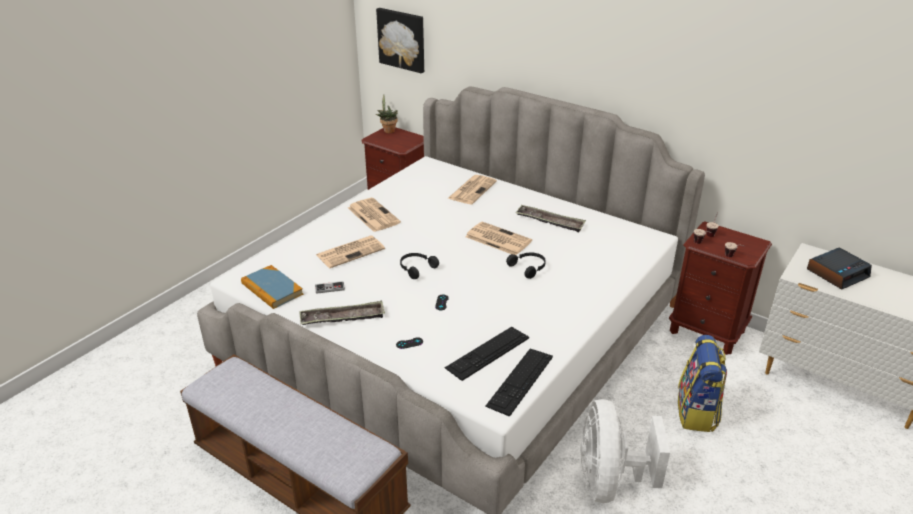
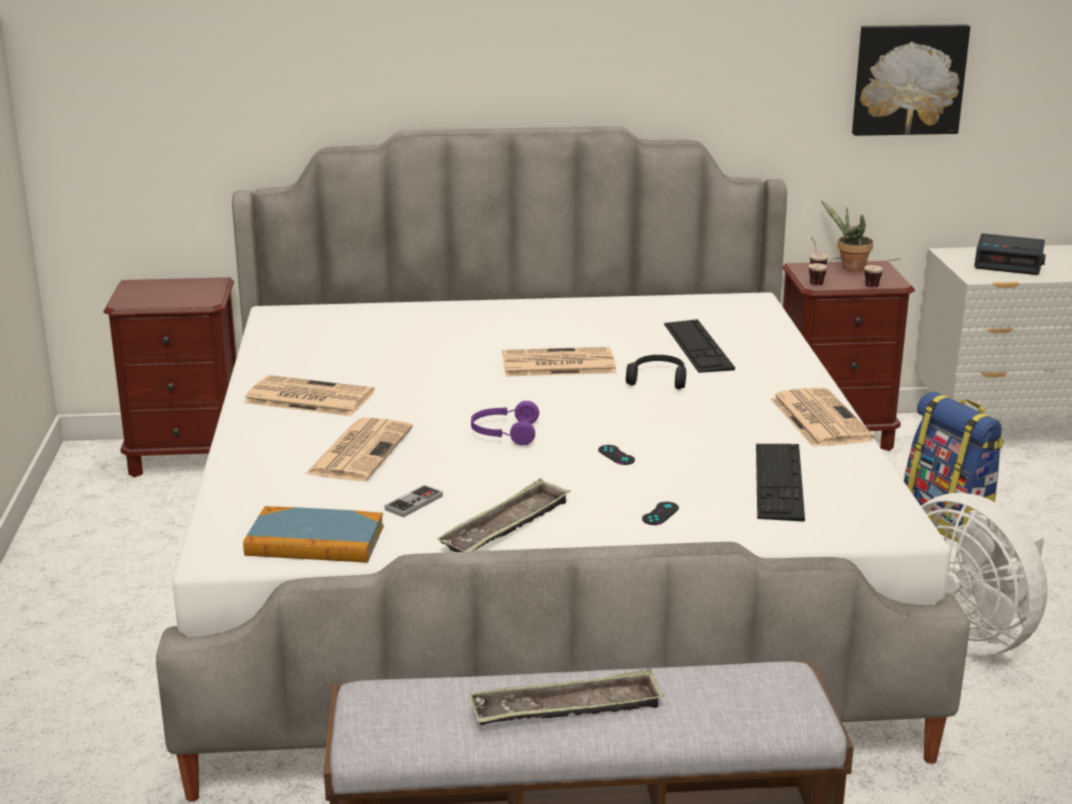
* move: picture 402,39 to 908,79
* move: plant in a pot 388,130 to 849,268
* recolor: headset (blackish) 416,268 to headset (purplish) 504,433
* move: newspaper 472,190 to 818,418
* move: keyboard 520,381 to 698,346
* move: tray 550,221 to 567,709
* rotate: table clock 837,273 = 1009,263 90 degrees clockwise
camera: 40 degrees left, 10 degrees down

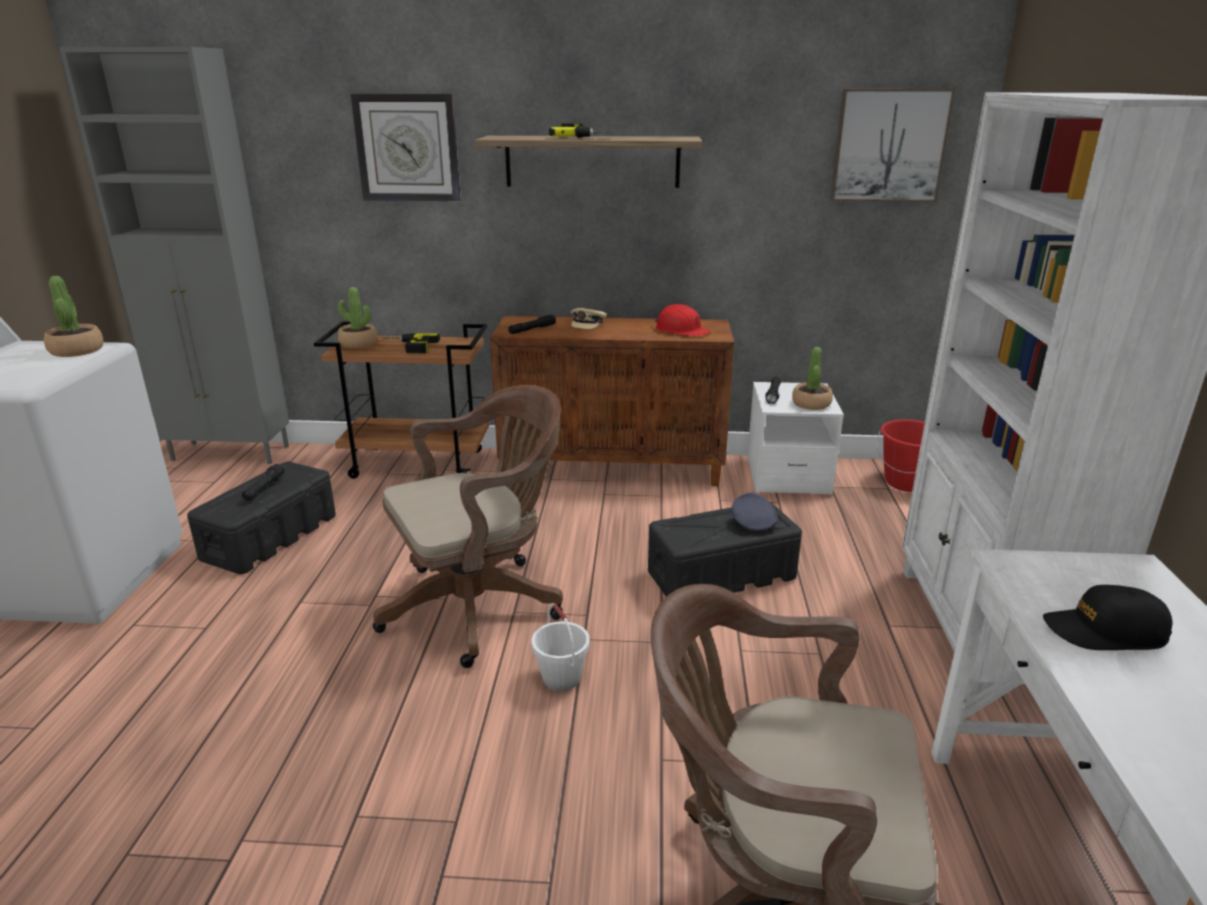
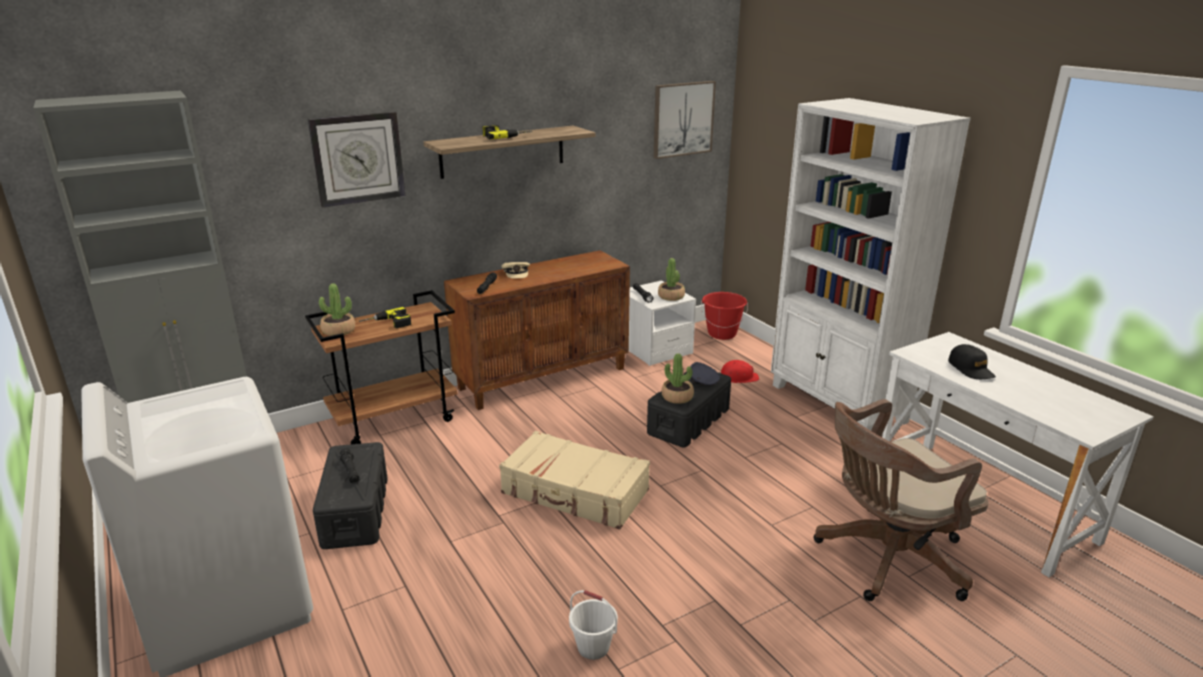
* move: plant in a pot 77,350 to 677,397
* replace: office chair (brown) 480,605 to piece of luggage (sand-coloured) 575,492
* move: pail (white) 561,678 to 593,647
* move: work helmet (red) 681,330 to 738,377
* rotate: cap (blackish) 1104,631 = 971,369 75 degrees counterclockwise
camera: 35 degrees left, 0 degrees up

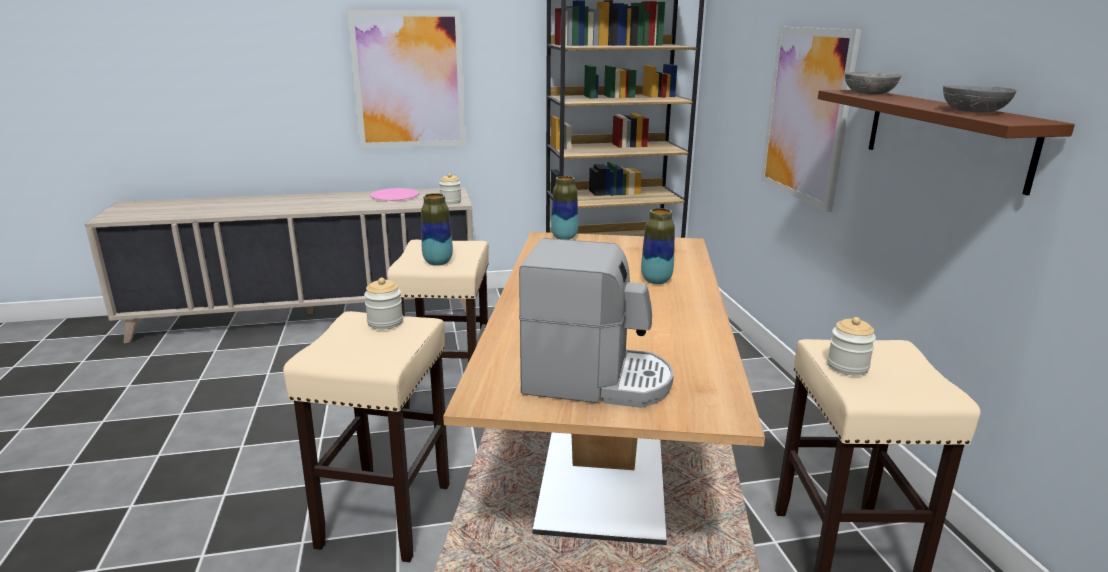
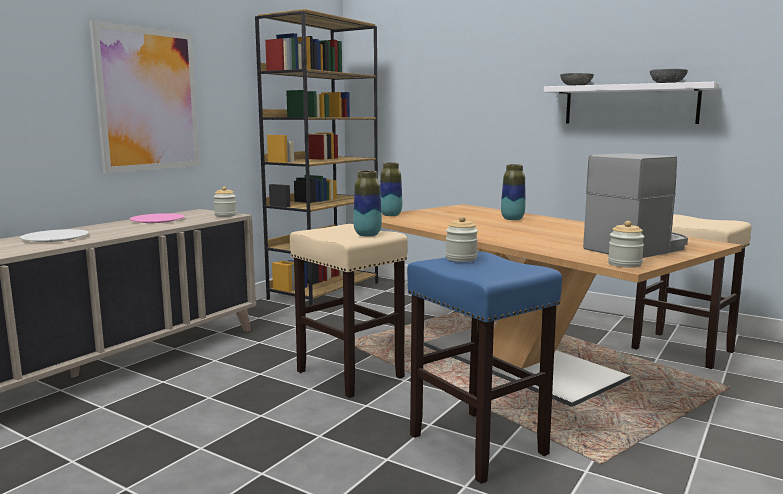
* recolor: sitting stool (sand-coloured) 386,513 to sitting stool (blue-coloured) 476,443
* delete: picture 806,115
* recolor: bracket shelf (brown) 945,136 to bracket shelf (white) 630,104
* move: jar 847,366 to 624,264
* insert: flat dish (white) 55,238
camera: 45 degrees left, 10 degrees down

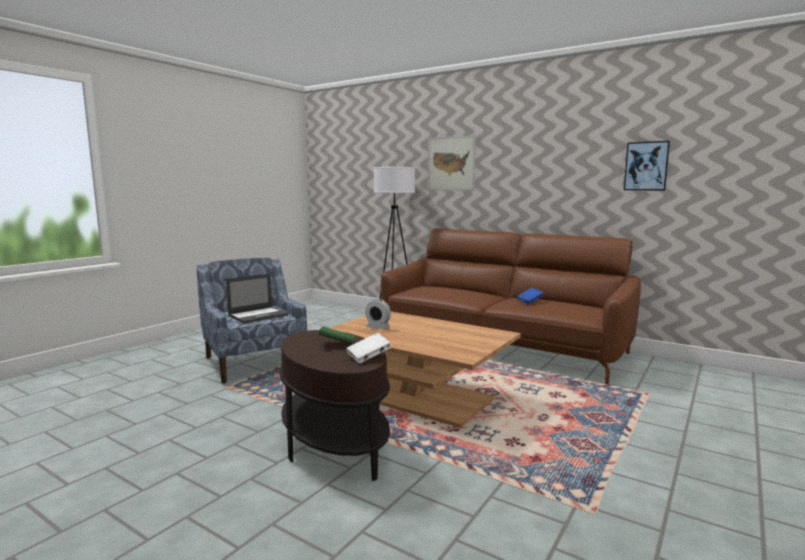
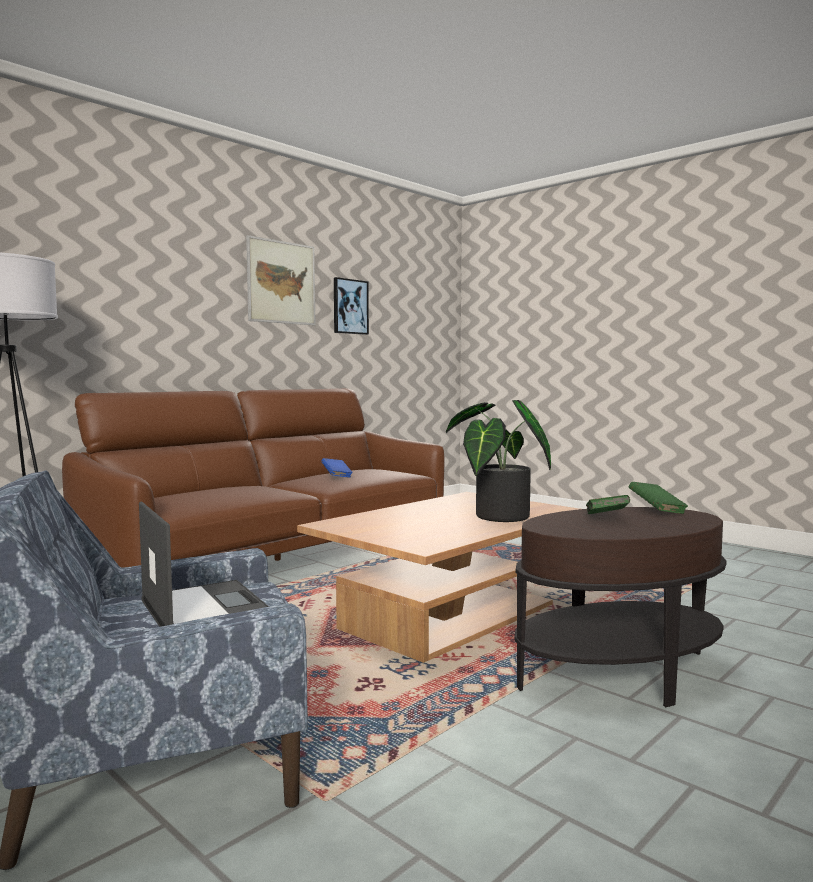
* recolor: volume (white) 368,357 to volume (greenish) 657,510
* delete: table clock 378,327
* move: picture 451,163 to 281,282
* insert: plant in a pot 496,517
camera: 80 degrees left, 5 degrees down

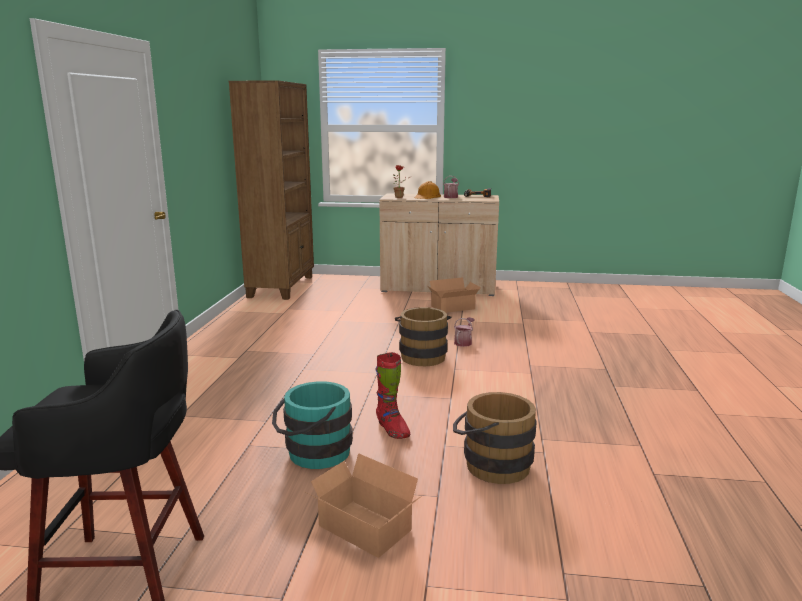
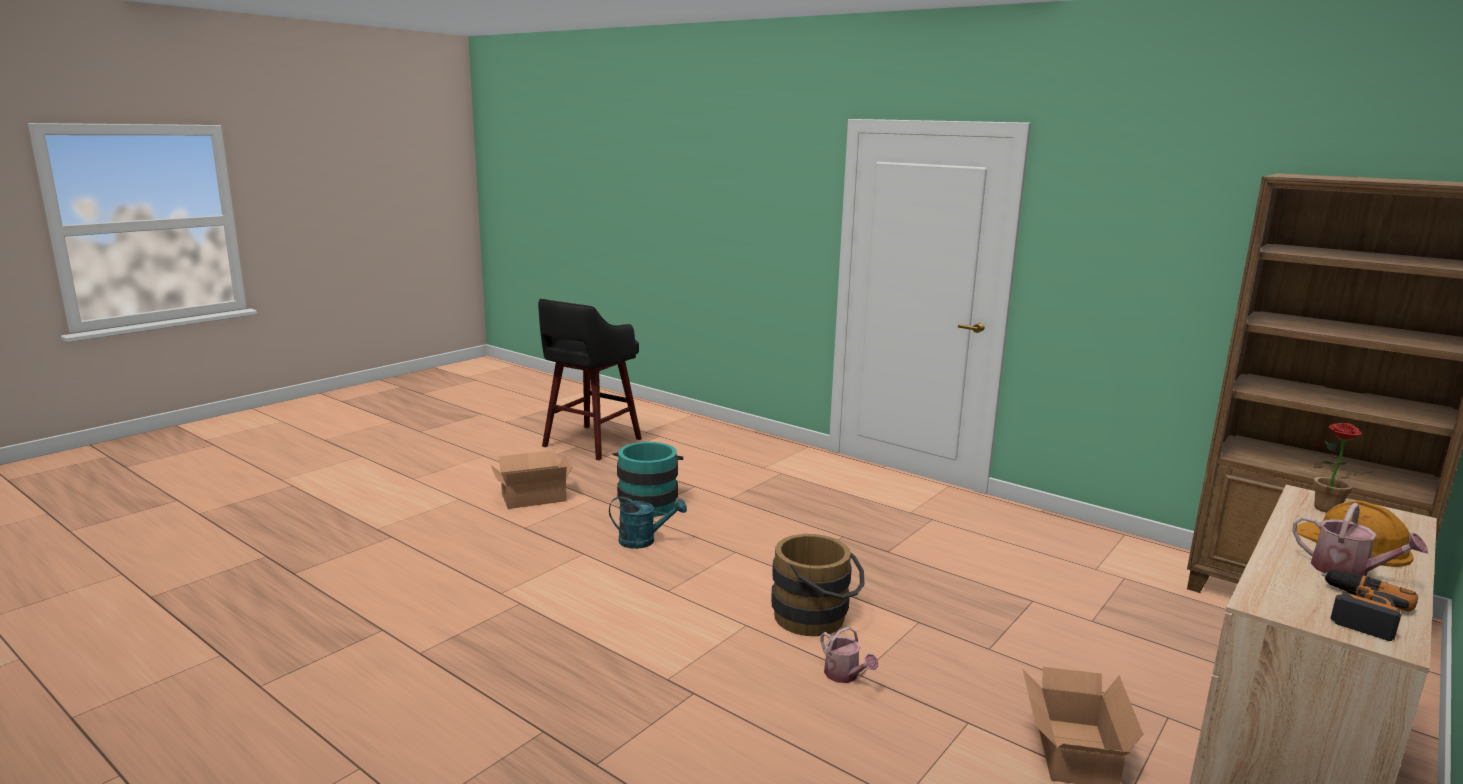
* replace: tall boot (red) 392,429 to watering can (turquoise) 644,541
* delete: pail (brown) 491,464
camera: 120 degrees right, 0 degrees up

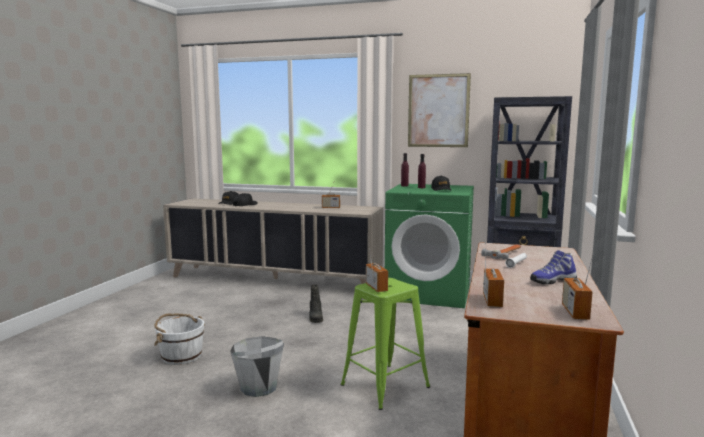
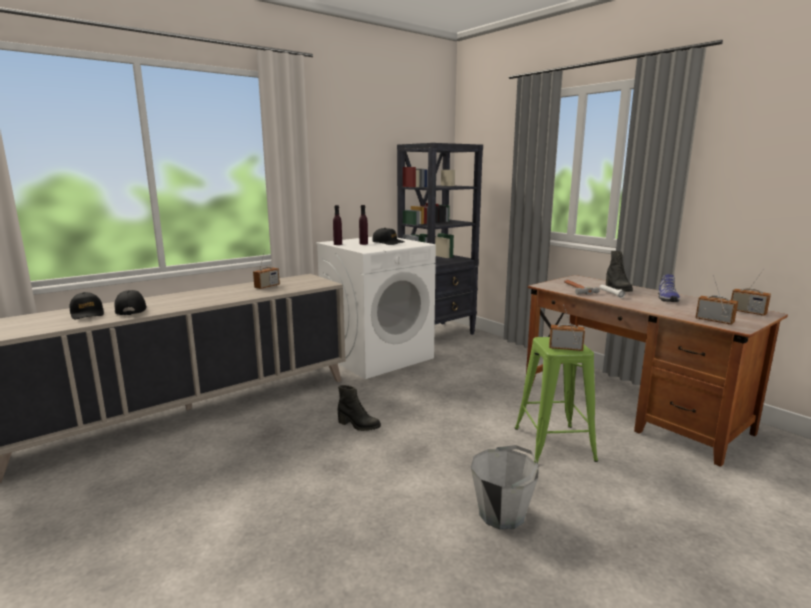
* delete: pail (white) 181,356
* recolor: washing machine (greenish) 429,292 to washing machine (white) 377,356
* delete: picture 438,111
* insert: tall boot (blackish) 617,289
camera: 55 degrees left, 5 degrees up

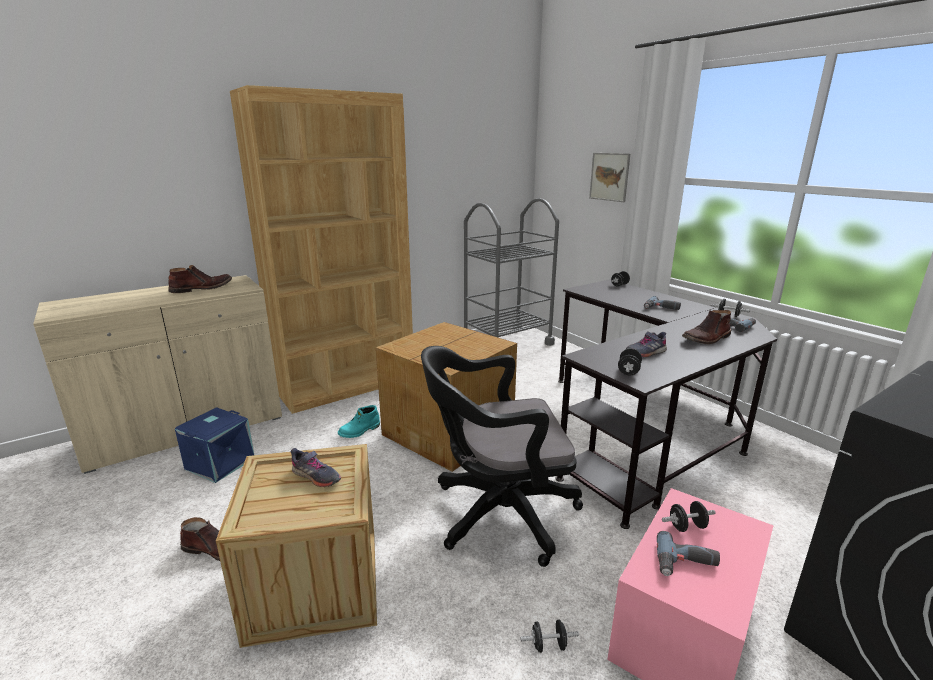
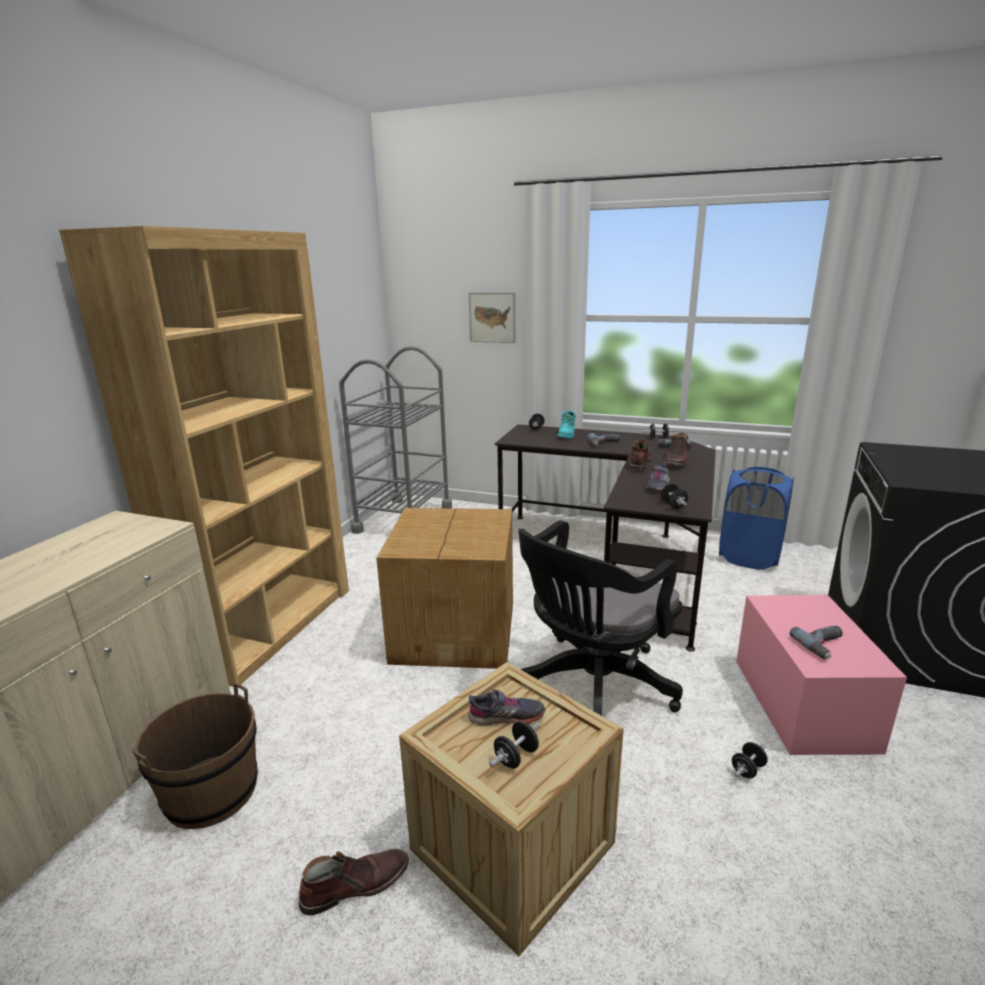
* move: tall boot (brown) 201,288 to 639,462
* replace: storage bin (blue-coloured) 219,463 to pail (brown) 211,792
* move: tall boot (turquoise) 360,431 to 567,435
* move: dumbbell (blackish) 687,526 to 516,757
* insert: laundry basket (blue-coloured) 749,557
camera: 35 degrees left, 0 degrees up

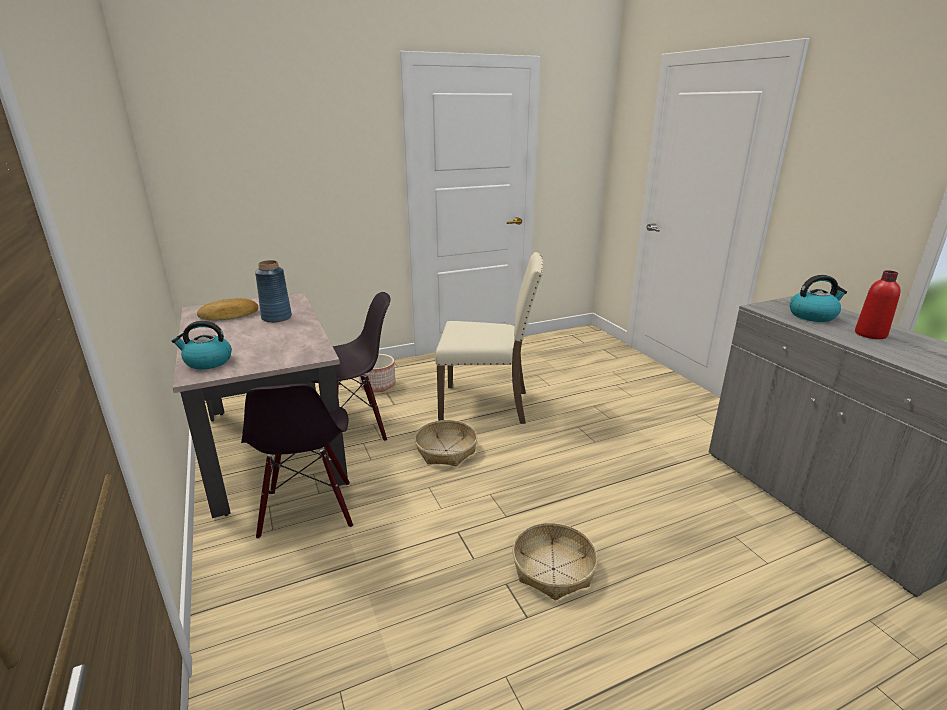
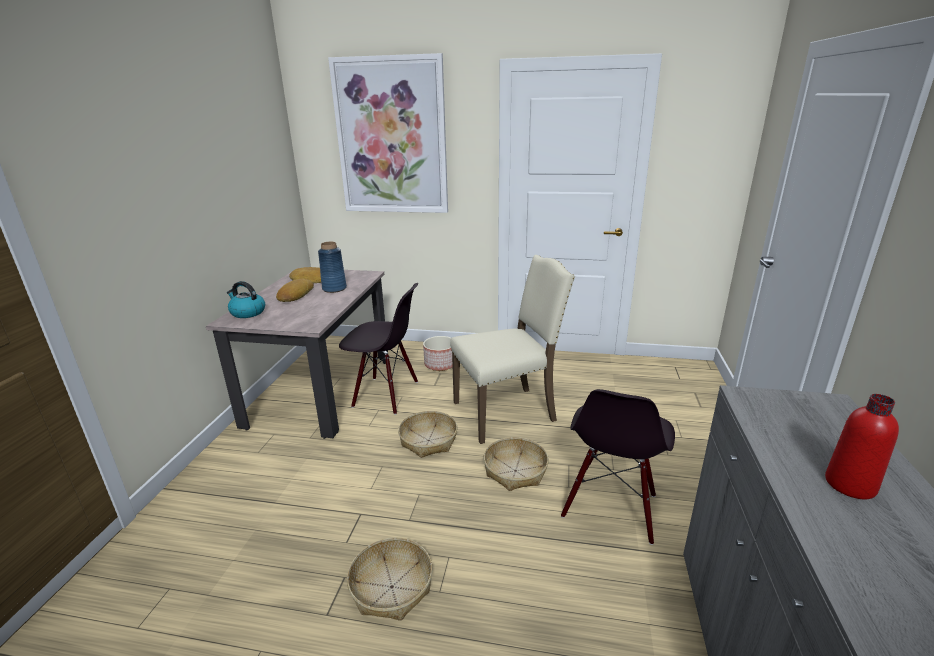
* move: chair (blackish) 308,510 to 611,507
* rotate: chair (sand-coloured) 487,405 = 507,412 60 degrees counterclockwise
* delete: water kettle 813,315
* insert: bread 295,295
* insert: picture 391,137
* insert: household basket 515,471
camera: 35 degrees right, 0 degrees up

